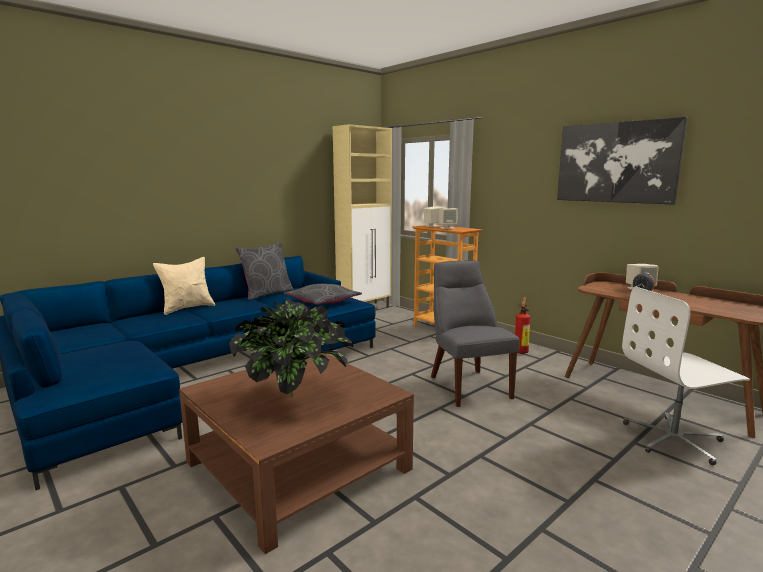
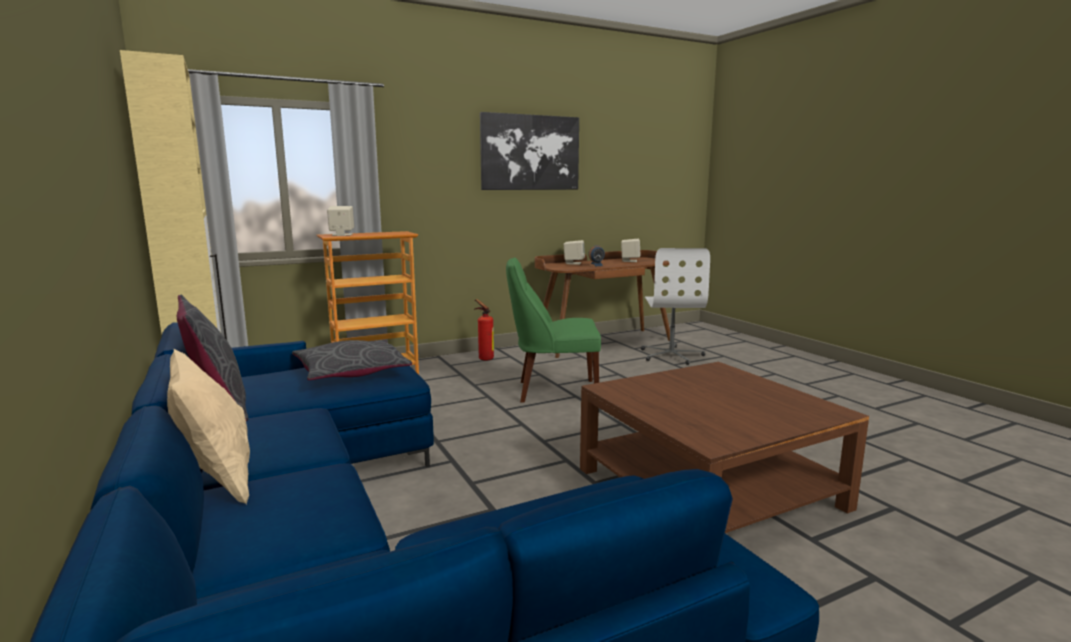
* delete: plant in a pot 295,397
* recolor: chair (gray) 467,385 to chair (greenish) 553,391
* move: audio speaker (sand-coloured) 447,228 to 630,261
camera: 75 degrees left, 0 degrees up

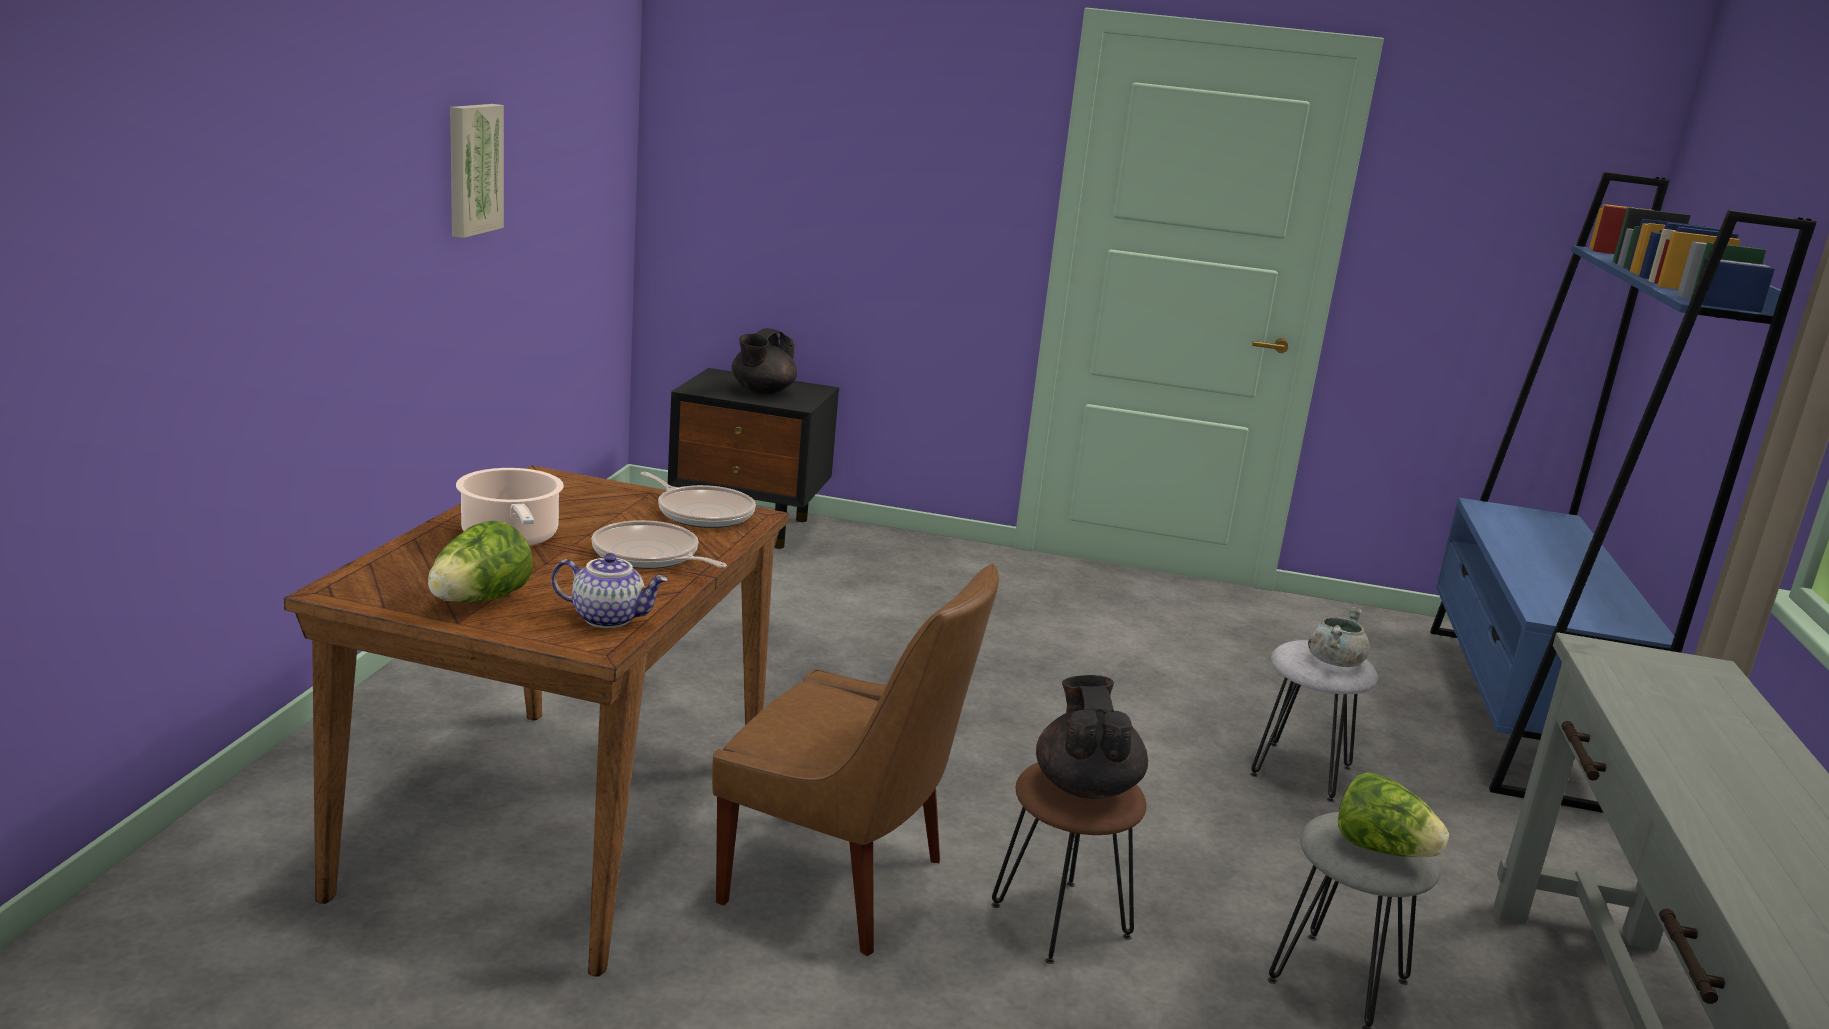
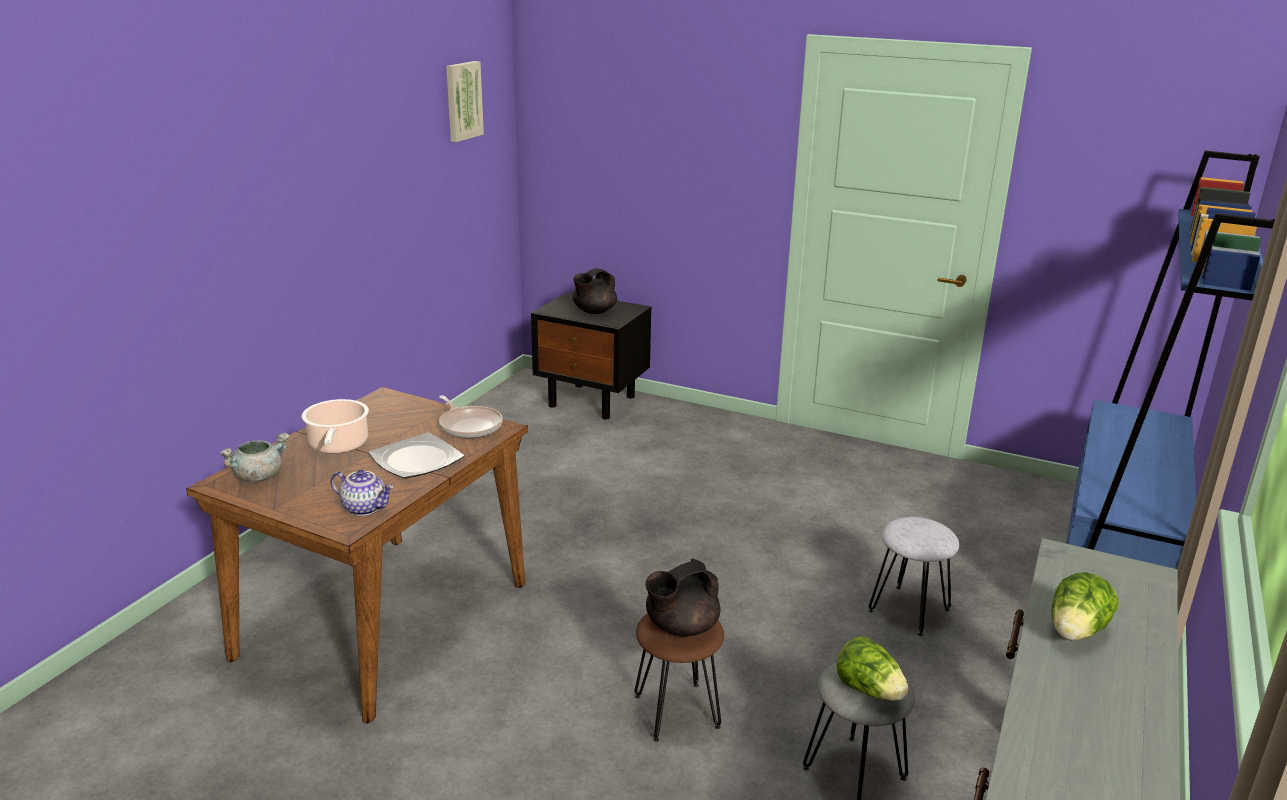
* move: head of lettuce 479,601 to 1076,632
* move: picture 472,169 to 462,101
* replace: pan 649,556 to flat dish 416,460
* delete: chair (brown) 841,884
* rotate: teapot (blackish) 1085,786 = 680,627 135 degrees counterclockwise
* move: cooking pot (gray) 1334,661 to 258,476
camera: 15 degrees right, 5 degrees up

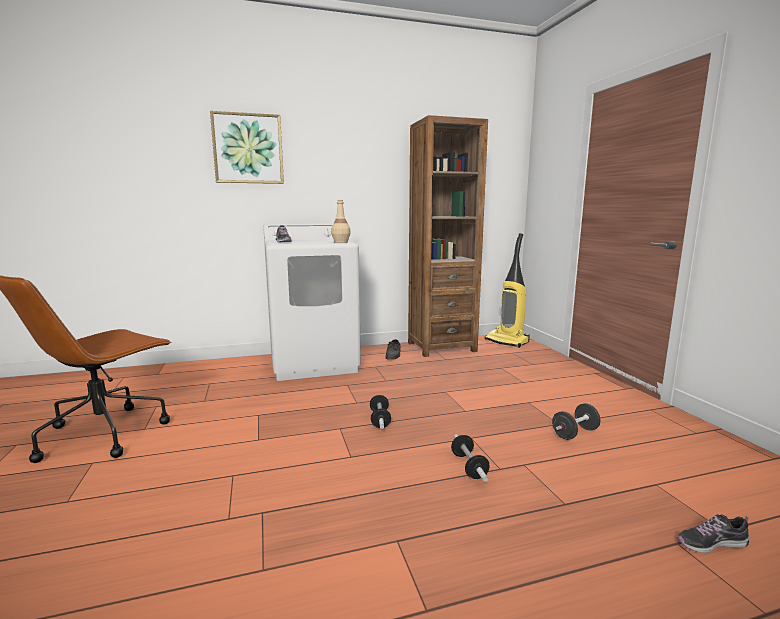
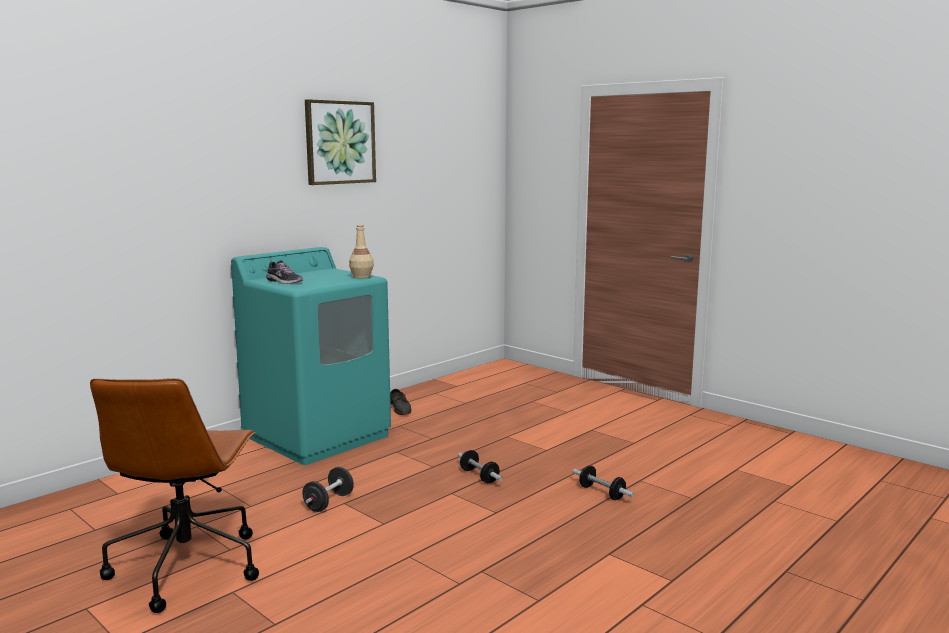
* move: picture 248,149 to 340,142
* recolor: washing machine (white) 314,363 to washing machine (turquoise) 318,436
* delete: bookcase (brown) 441,347
* delete: vacuum cleaner 507,341
* move: dumbbell (blackish) 575,433 to 329,502
* delete: item of footwear 711,543
camera: 30 degrees left, 0 degrees up

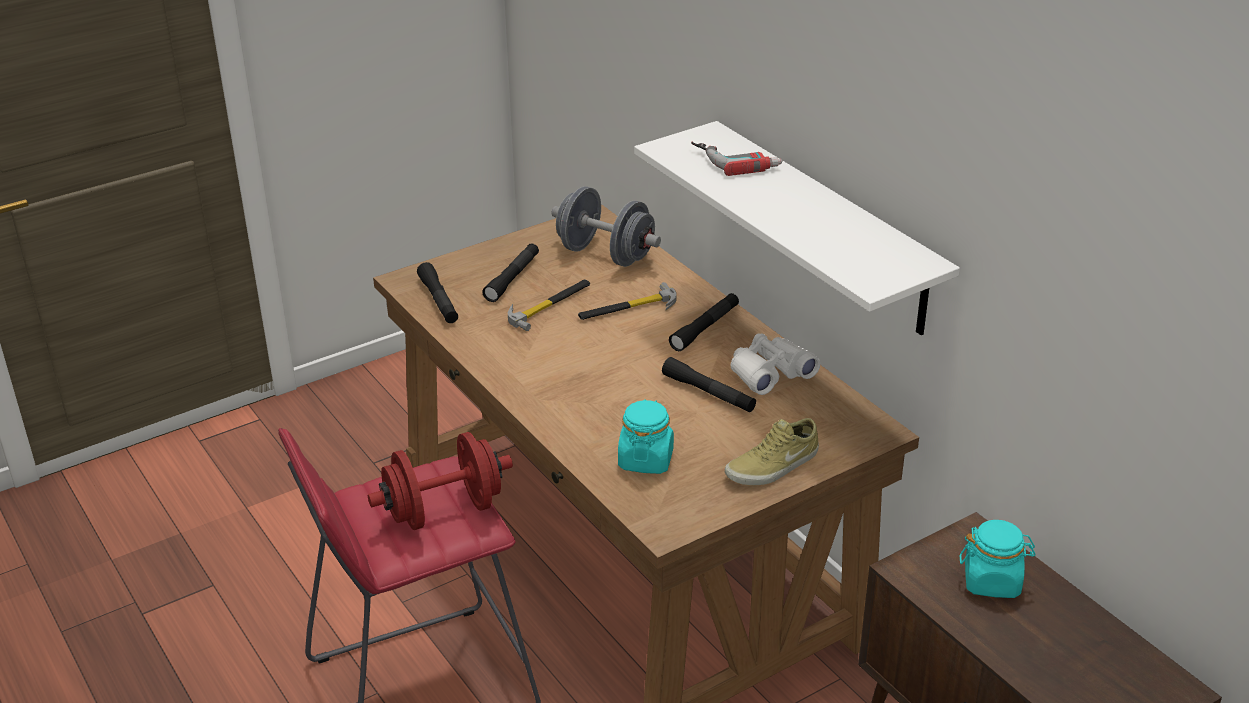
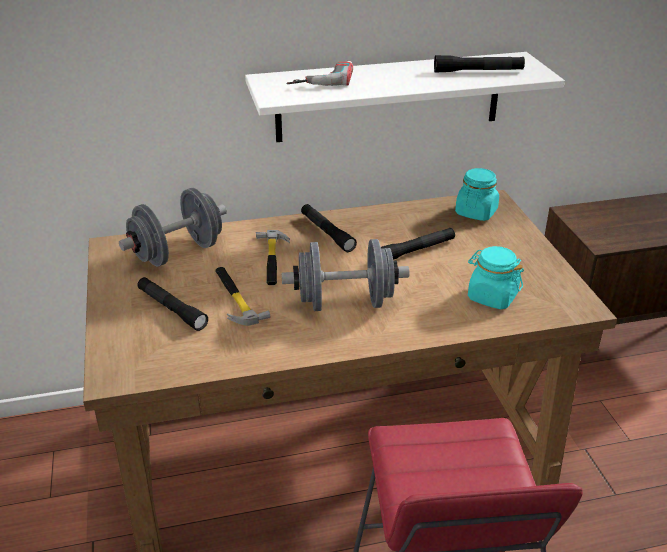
* delete: dumbbell (red) 444,511
* move: hand torch (blackish) 438,300 to 478,71
* delete: item of footwear (sand-coloured) 773,466
* delete: pair of binoculars (white) 770,373
* move: jar (turquoise) 992,581 to 476,212
* insert: dumbbell (gray) 345,302
camera: 70 degrees left, 0 degrees up

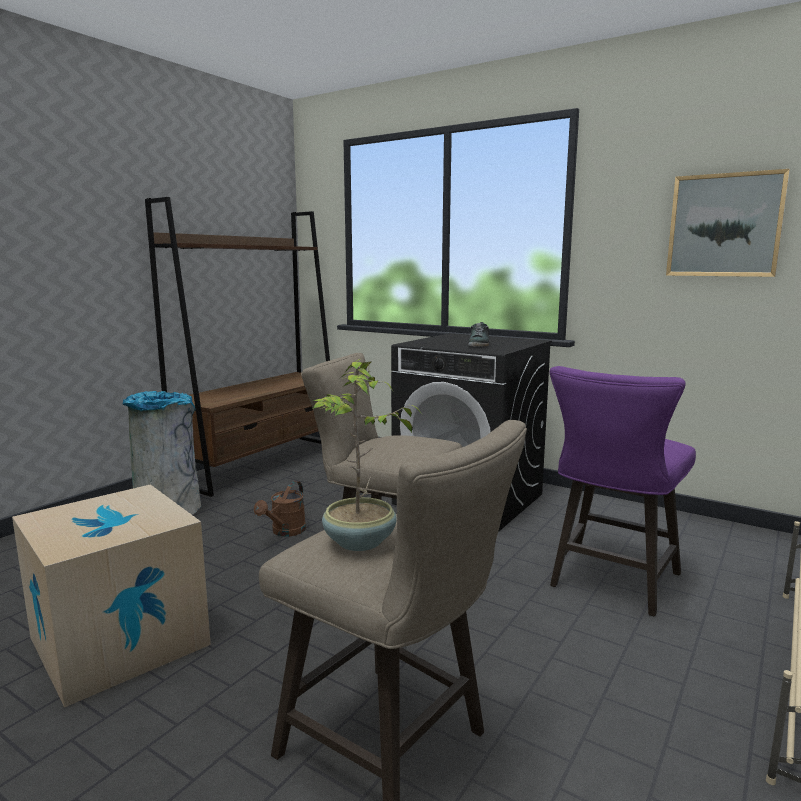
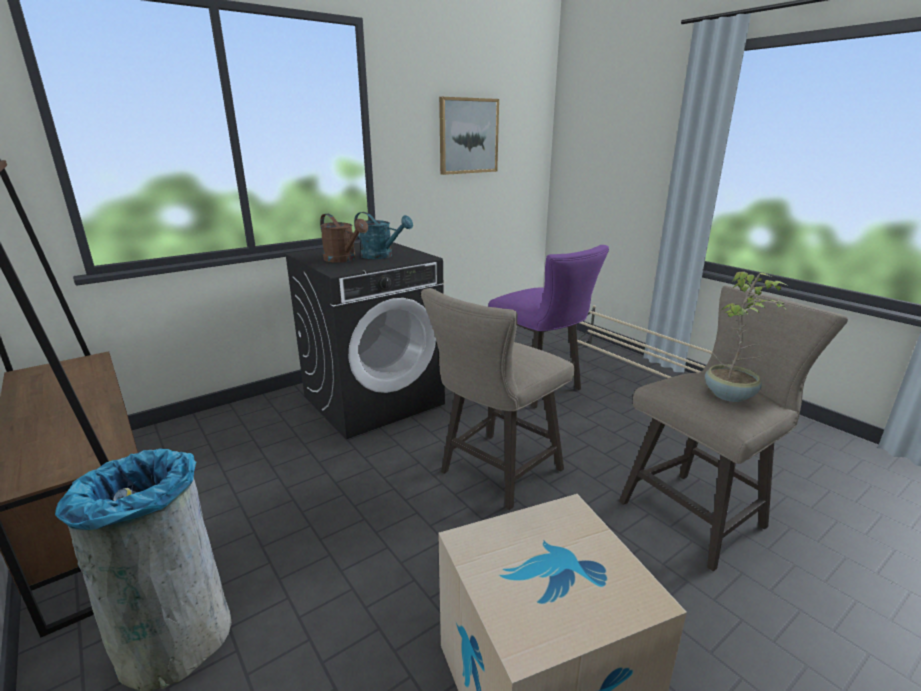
* move: watering can (brown) 285,532 to 344,260
* replace: item of footwear 479,345 to watering can (turquoise) 382,256
camera: 70 degrees left, 10 degrees up

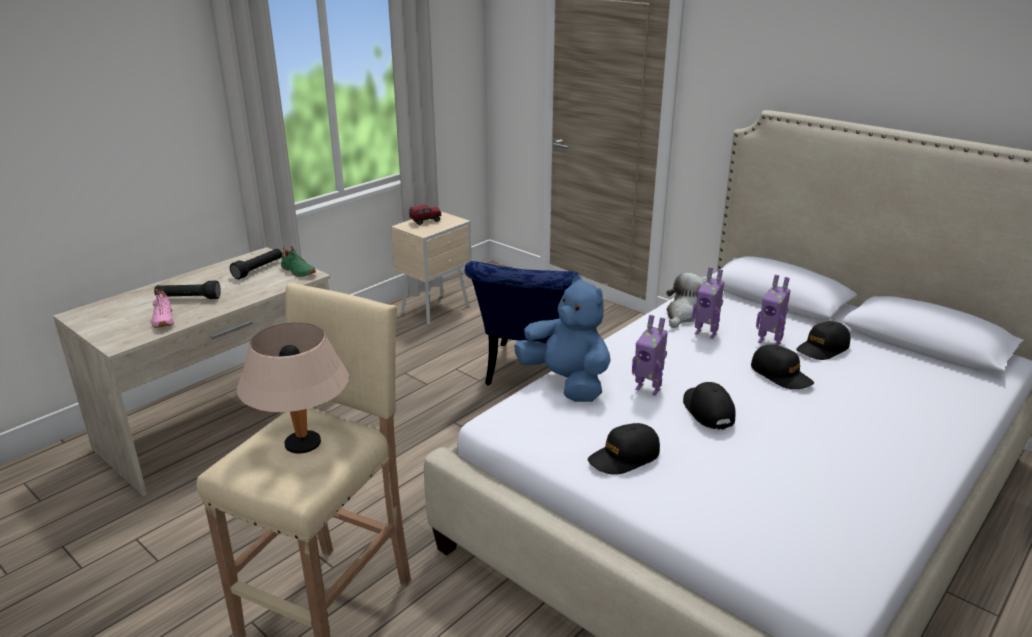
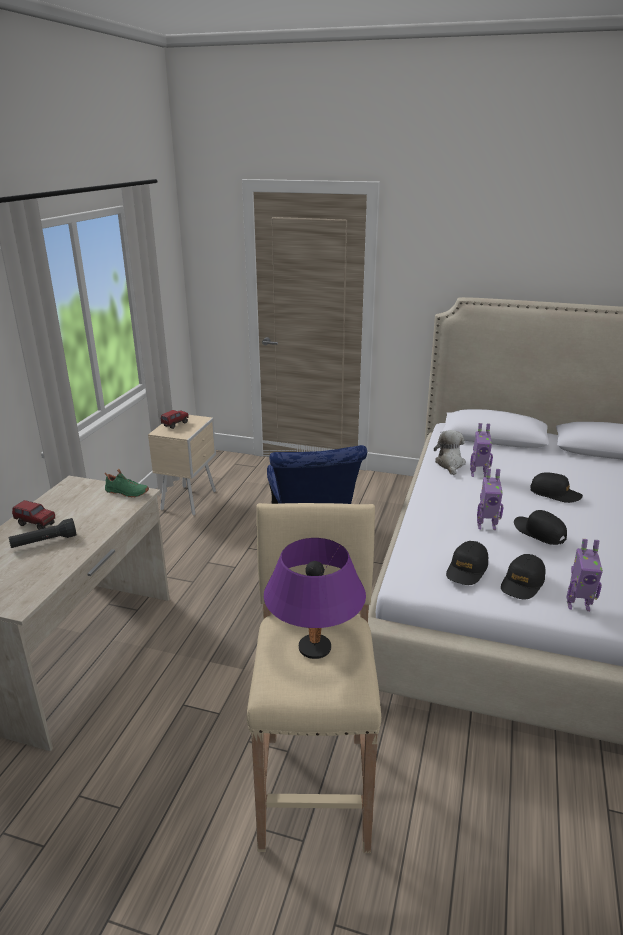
* delete: item of footwear (pink) 162,319
* delete: hand torch (blackish) 258,269
* recolor: table lamp (sand-coloured) 302,444 to table lamp (purplish) 314,648
* delete: soft toy (blue-coloured) 566,382
* move: toy robot 769,342 to 577,605
* move: cap (blackish) 822,348 to 467,569
* insert: toy truck 36,524
camera: 25 degrees left, 0 degrees up

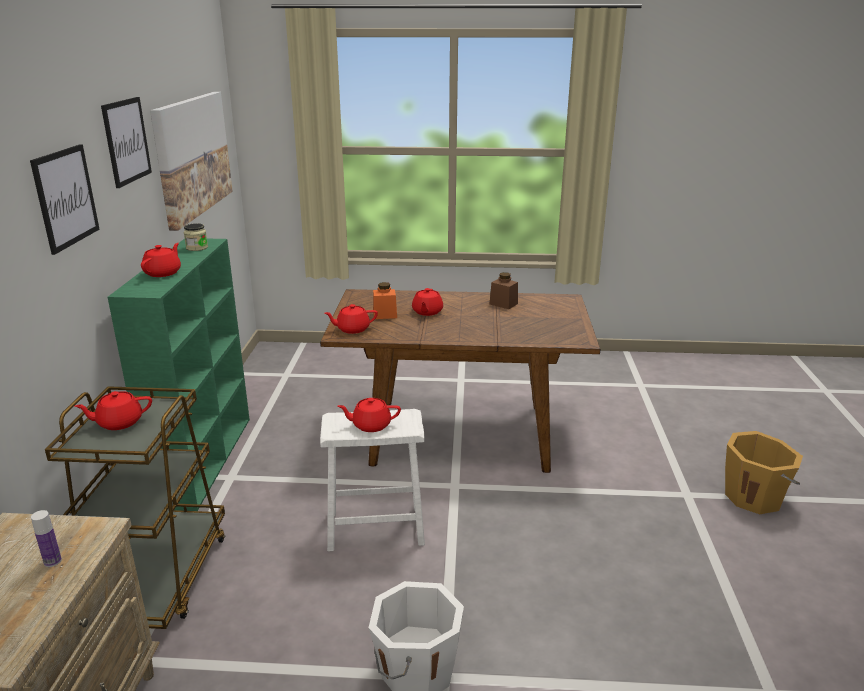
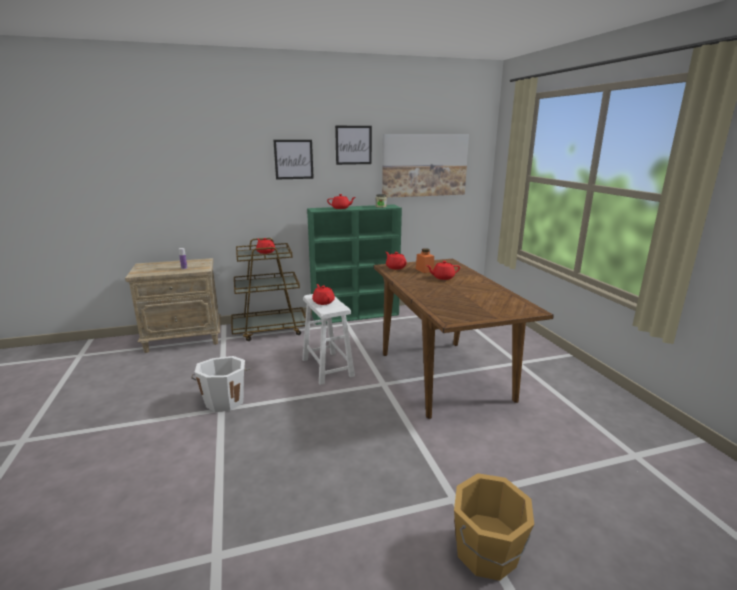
* delete: jar (brown) 503,304
camera: 70 degrees right, 5 degrees down

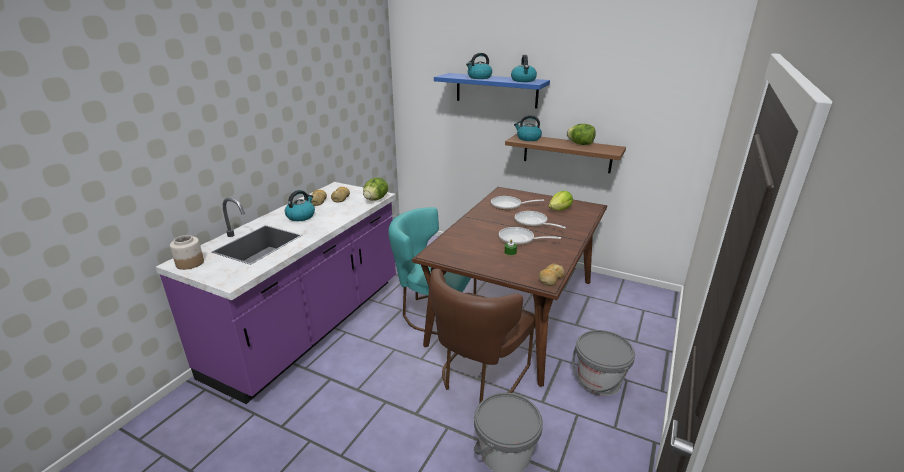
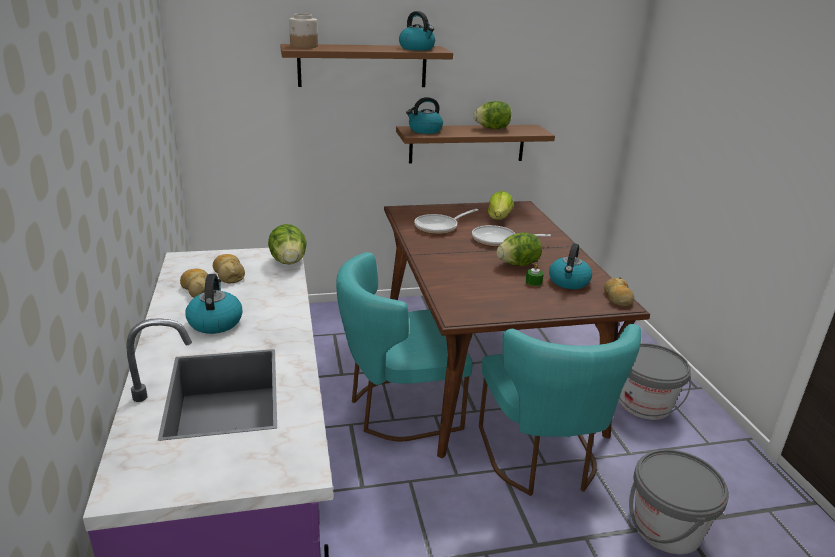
* move: jar 189,263 to 304,46
* recolor: chair (brown) 479,376 to chair (turquoise) 542,460
* recolor: bracket shelf (blue-coloured) 496,90 to bracket shelf (brown) 362,66
* move: water kettle 479,77 to 569,282
* replace: pan 519,239 to head of lettuce 518,264
camera: 40 degrees left, 0 degrees up

